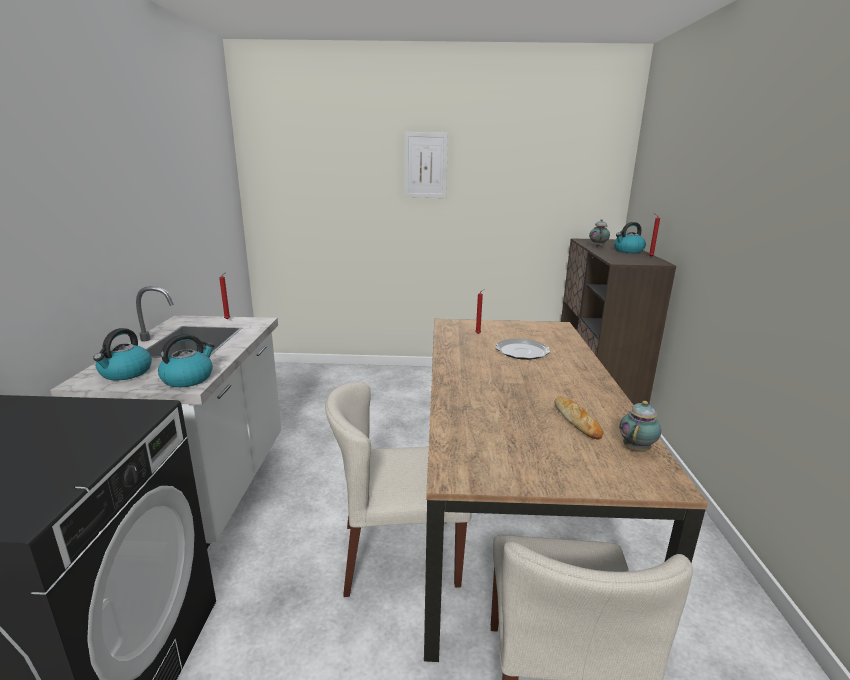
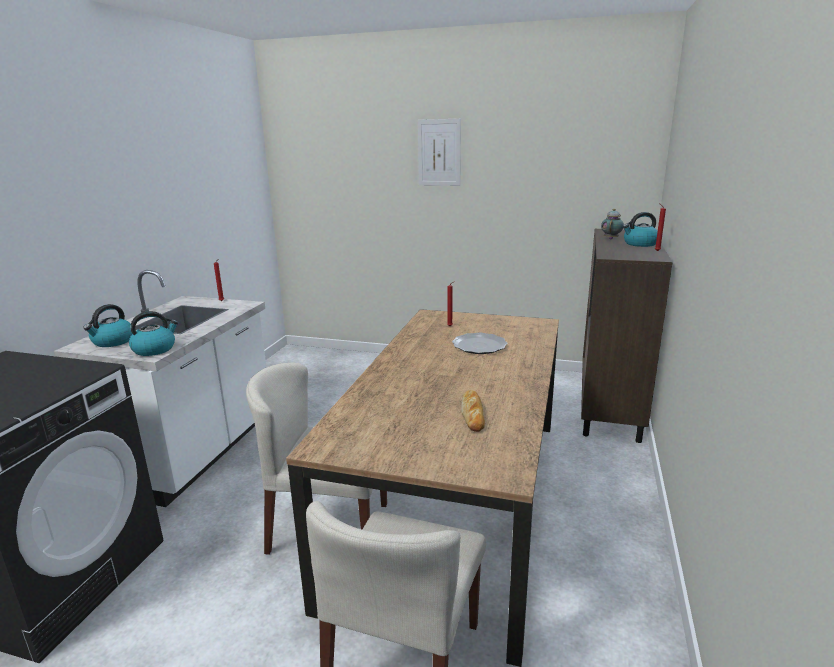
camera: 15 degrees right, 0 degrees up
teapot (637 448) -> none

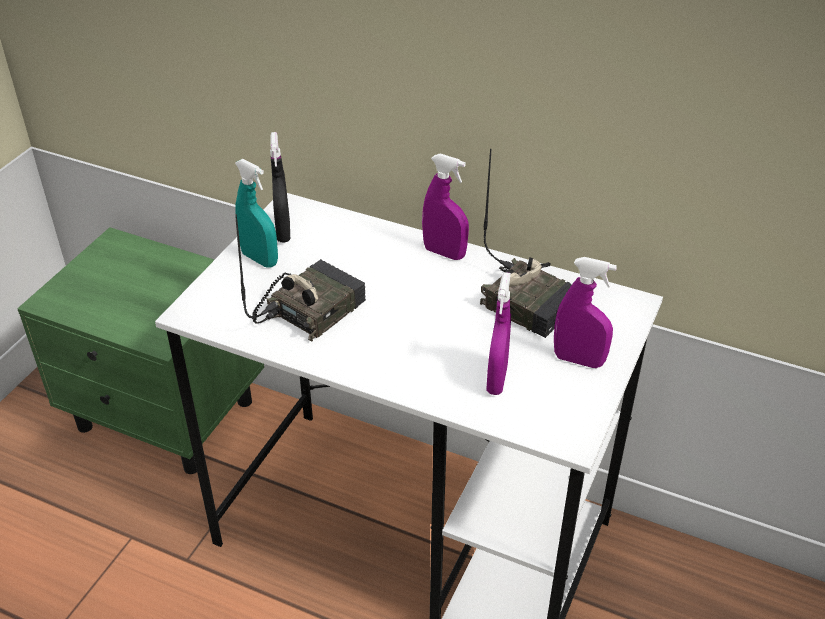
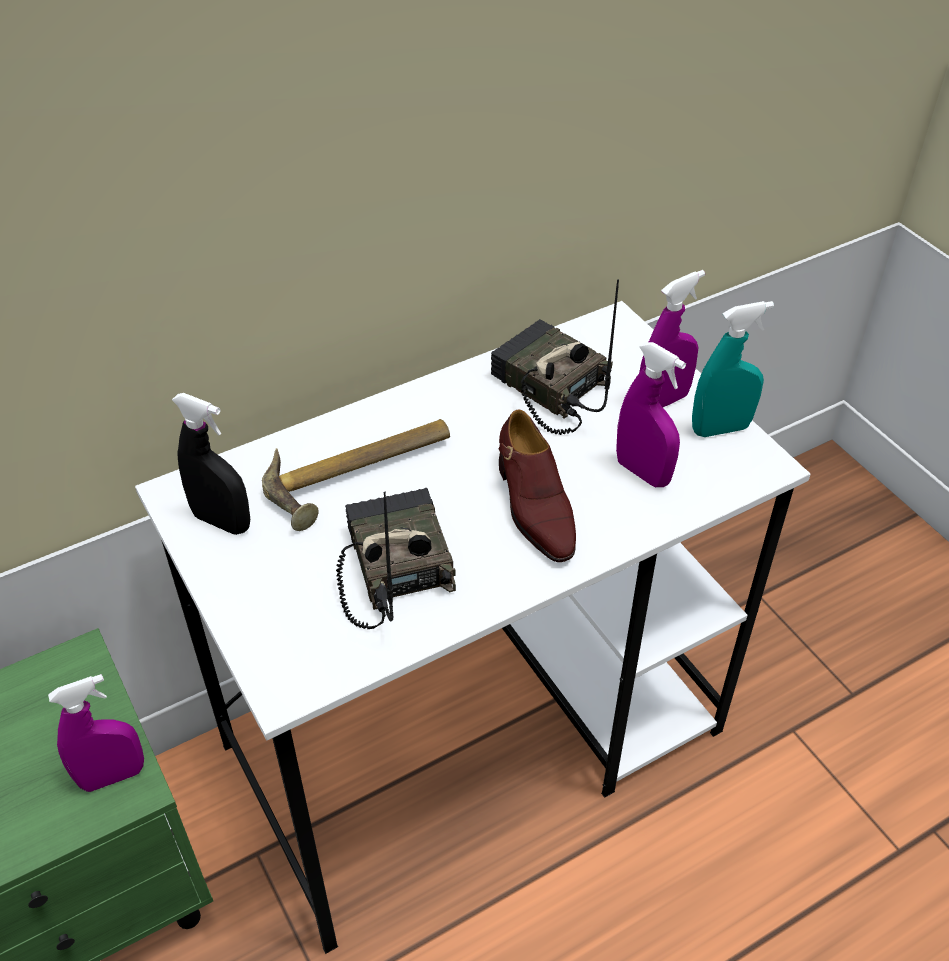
camera: 55 degrees left, 5 degrees up
spray bottle/turquoise (260 259) -> spray bottle/turquoise (720 429), moved
spray bottle/purple (444 253) -> spray bottle/purple (113 776), moved
radio (529 301) -> radio (547 387), 120 degrees counterclockwise
none -> hammer (361 474)
none -> shoe/brown (534 506)

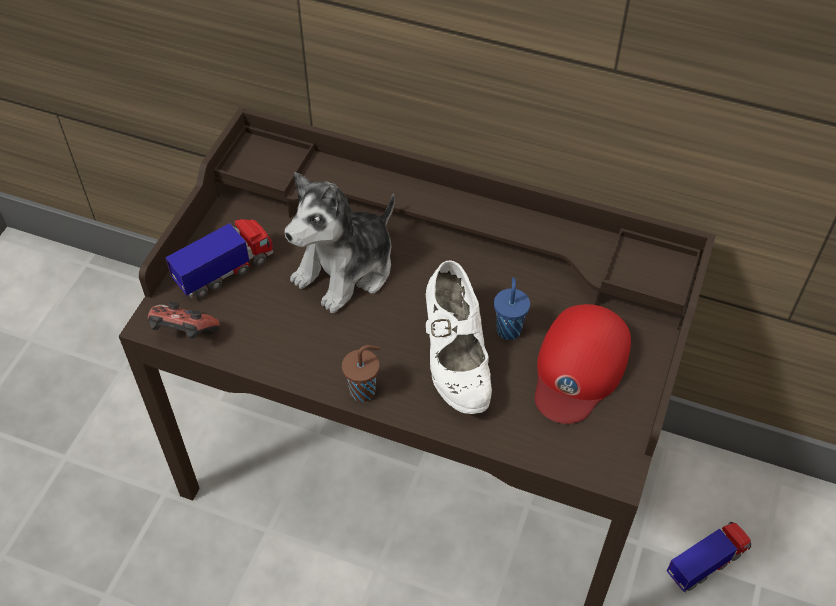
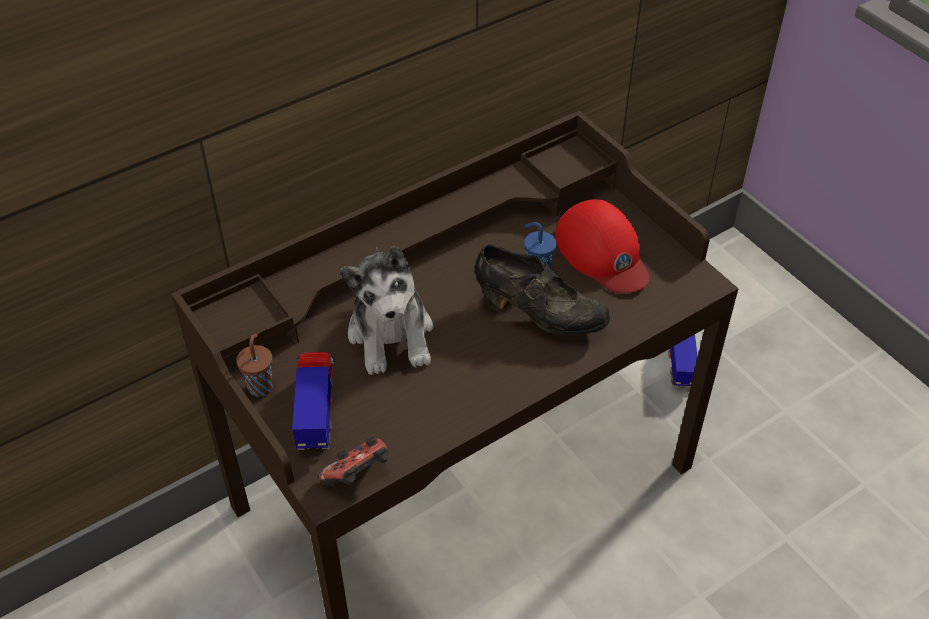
camera: 55 degrees left, 5 degrees down
cup/brown (364 390) -> cup/brown (260 386), moved
shoe/white (455 360) -> shoe/black (539 315)

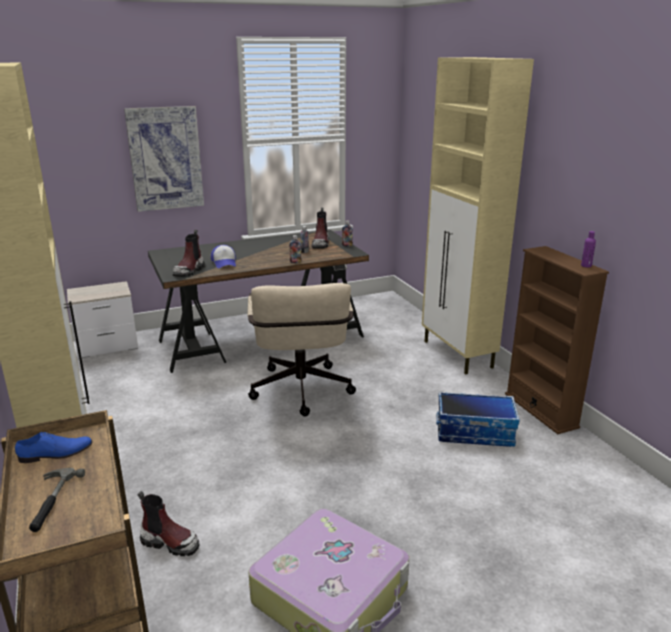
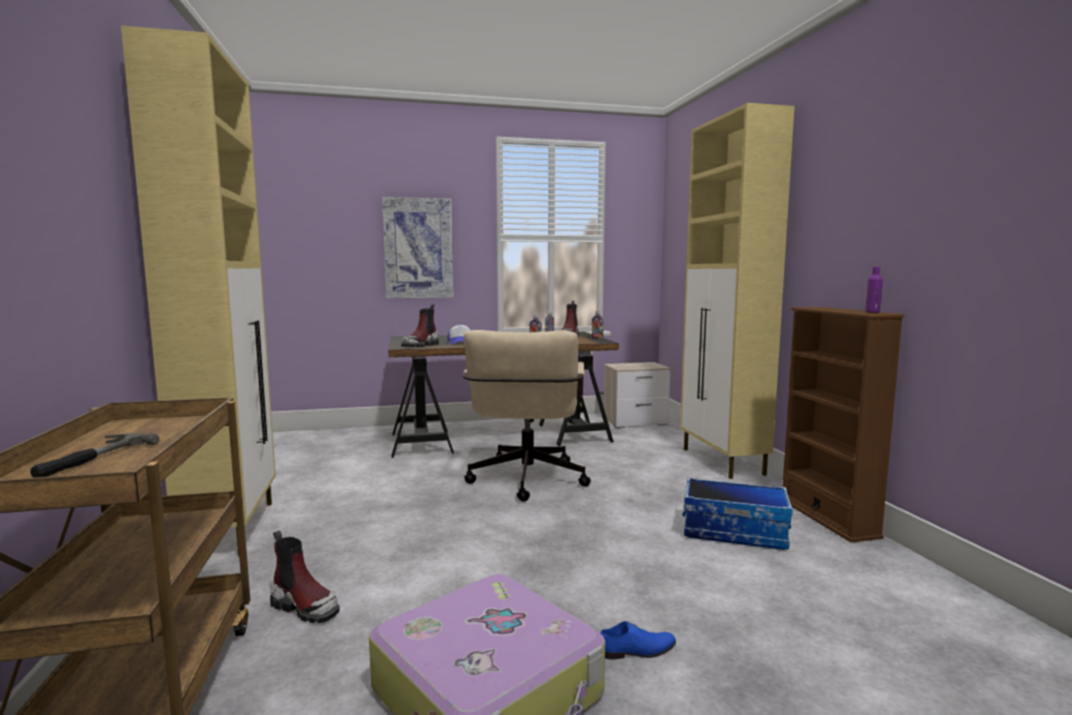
camera: 10 degrees right, 15 degrees down
shoe/blue (56 453) -> shoe/blue (637 650), moved
nightstand (108 346) -> nightstand (636 422), moved

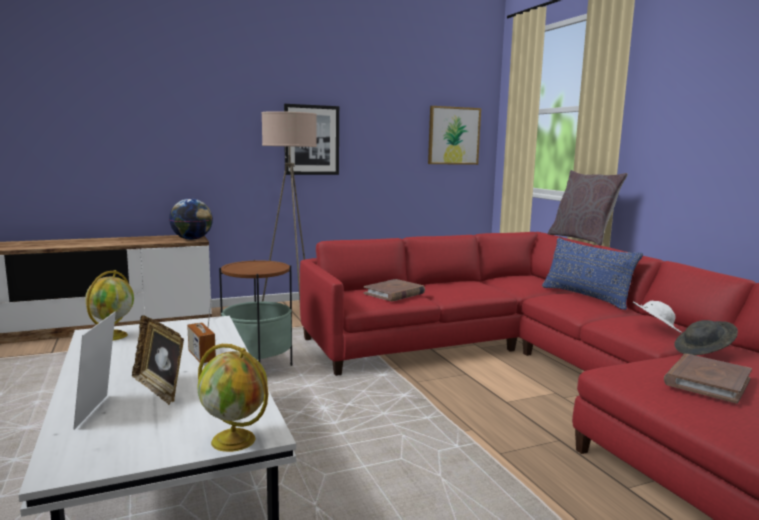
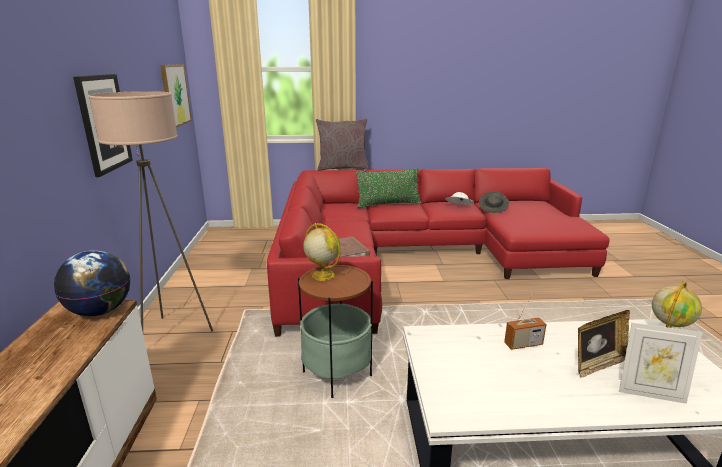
camera: 70 degrees left, 10 degrees up
globe (112 336) -> globe (322 275), moved
pillow/blue (585 297) -> pillow/green (388 204)
book/brown (707 381) -> none

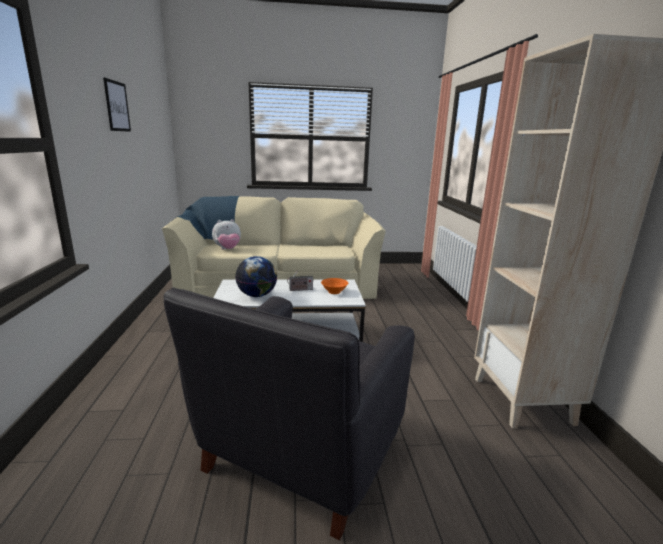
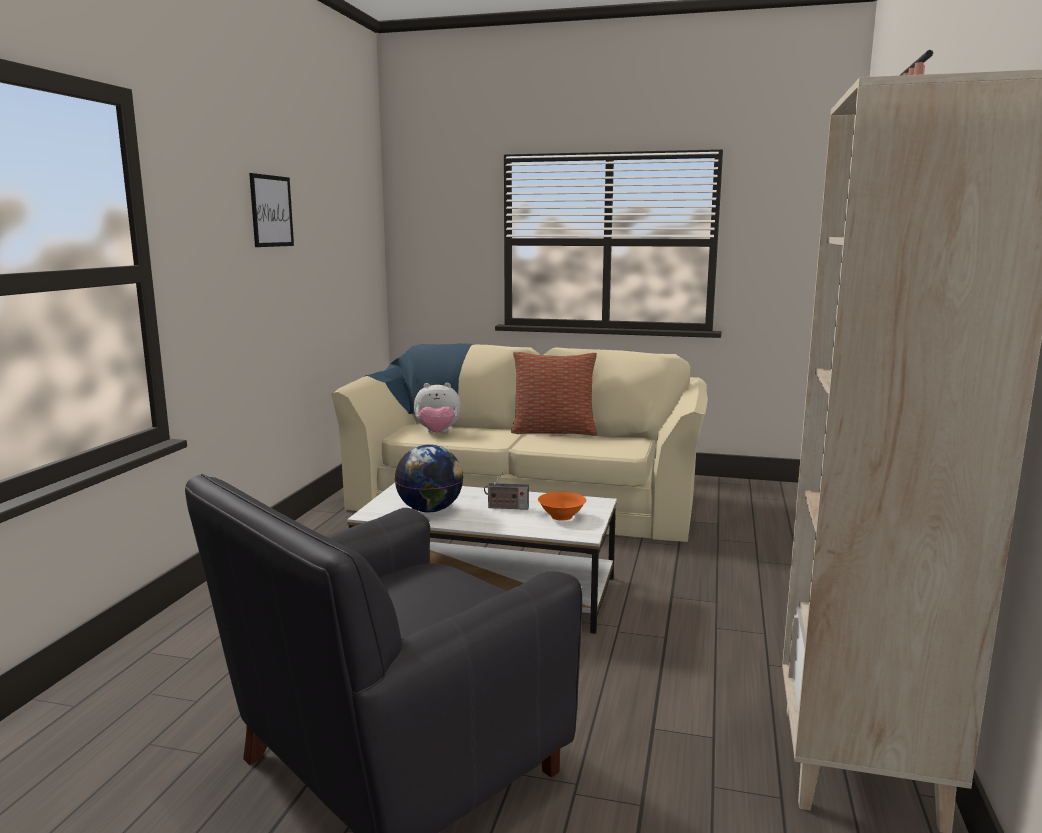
camera: 20 degrees right, 5 degrees down
none -> pillow (553 431)

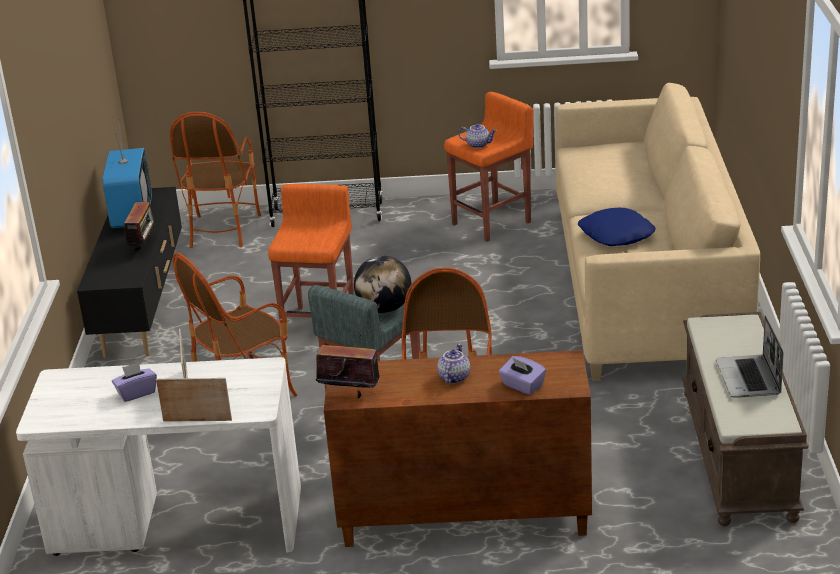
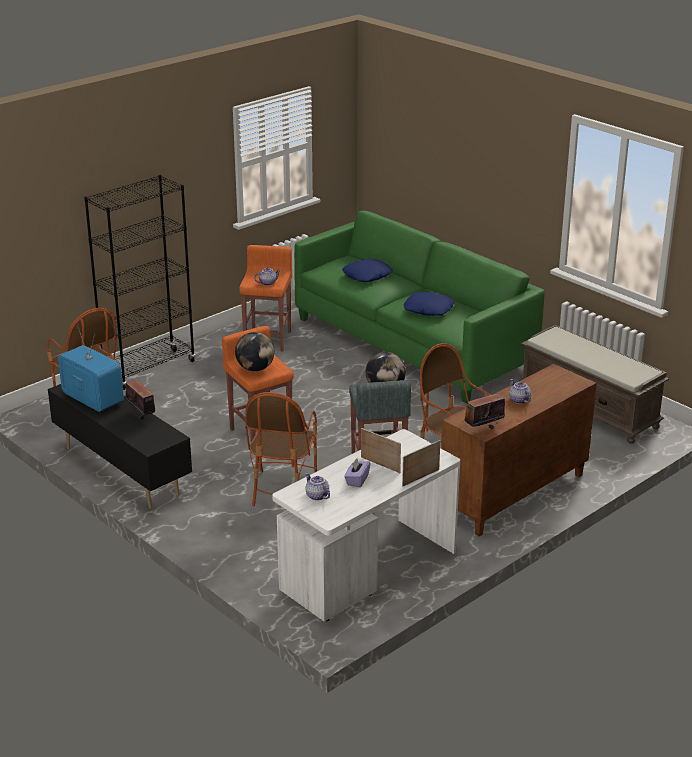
camera: 45 degrees left, 0 degrees up
tissue box/purple (522 386) -> none
sofa/beige (646 284) -> sofa/green (413 343)
laptop (749 378) -> none
none -> globe (255 368)
none -> teapot (316 496)
none -> pillow/blue (367 275)

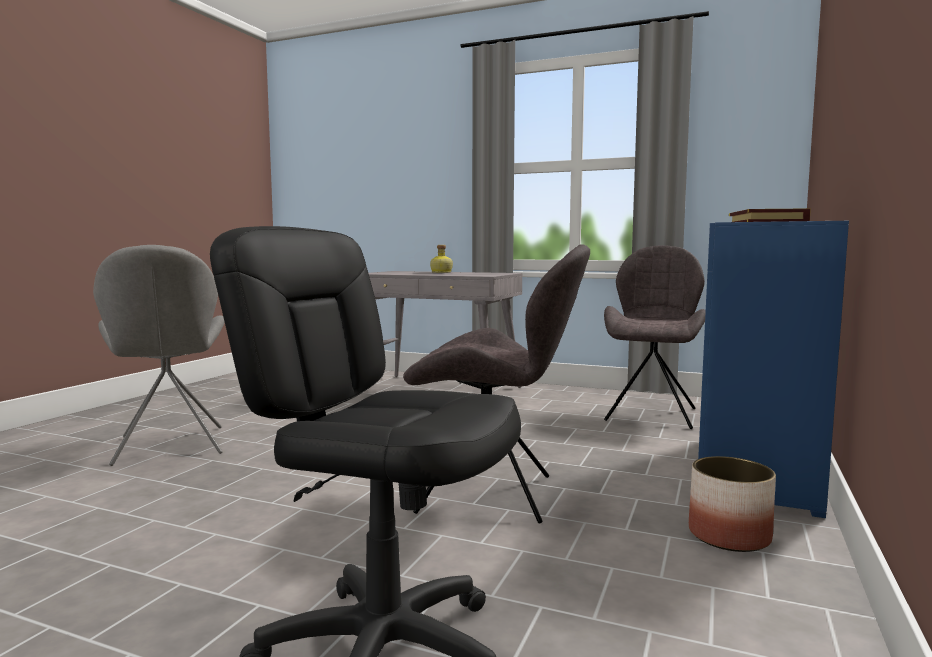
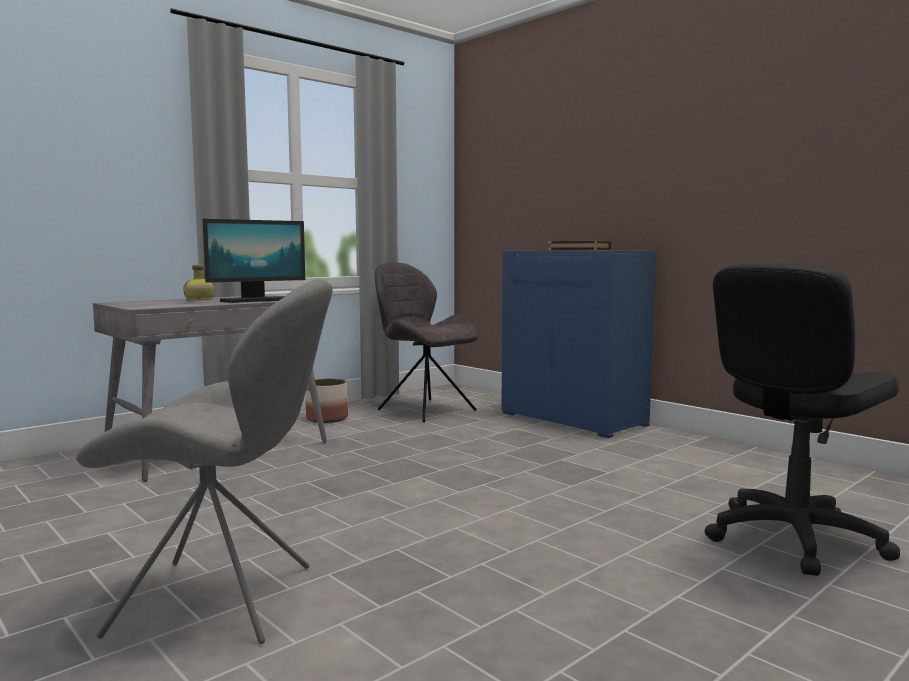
camera: 65 degrees left, 0 degrees up
chair/grey (492 495) -> none
planter (730 536) -> planter (327 418), moved
none -> monitor (257 300)

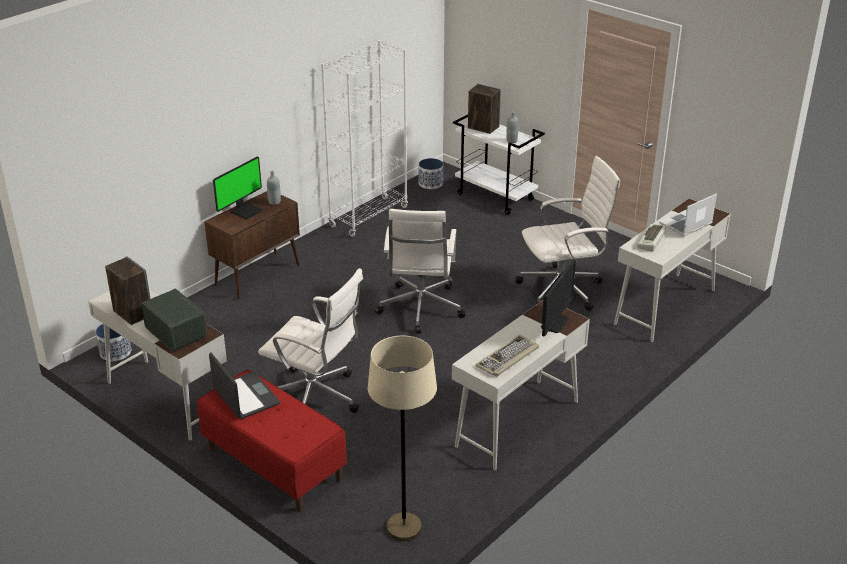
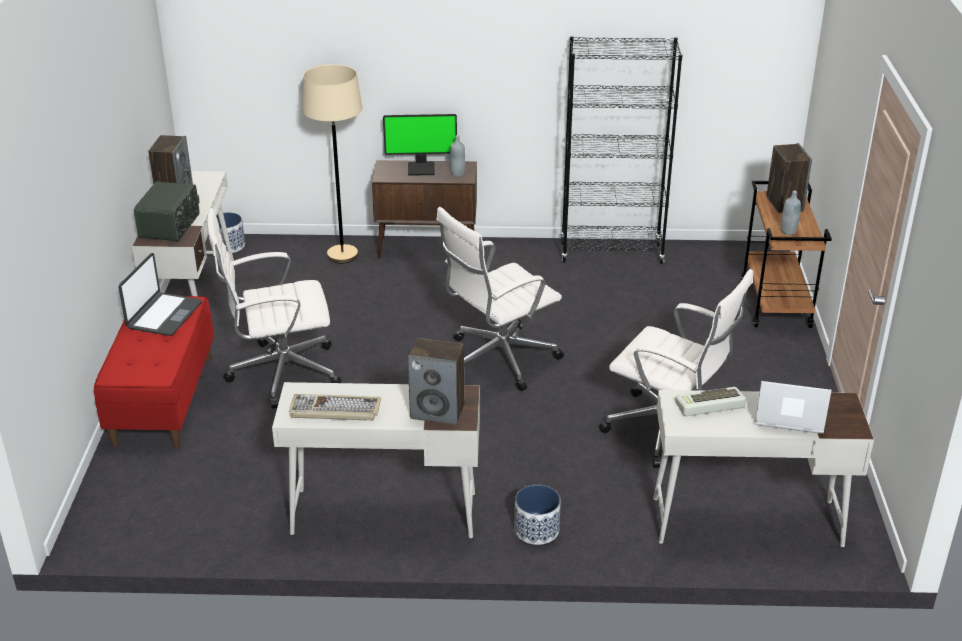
camera: 50 degrees right, 0 degrees up
office chair/white (315 399) -> office chair/white (281 373), 90 degrees clockwise
bookcase/white (369 217) -> bookcase/black (611 253)
floor lamp/beige (404 527) -> floor lamp/beige (342 255), moved
planter (430 183) -> planter (536 530), moved
cart/white (496 197) -> cart/brown (776 304)
monitor (554 323) -> speaker (438 411)

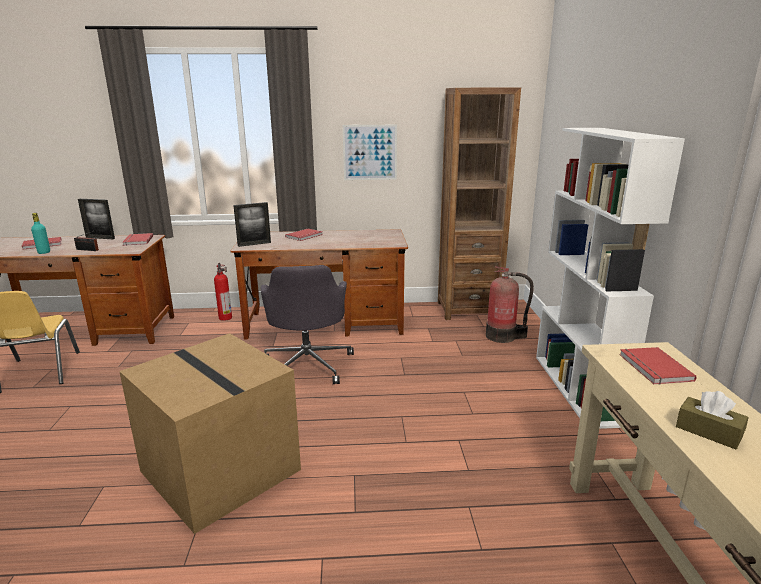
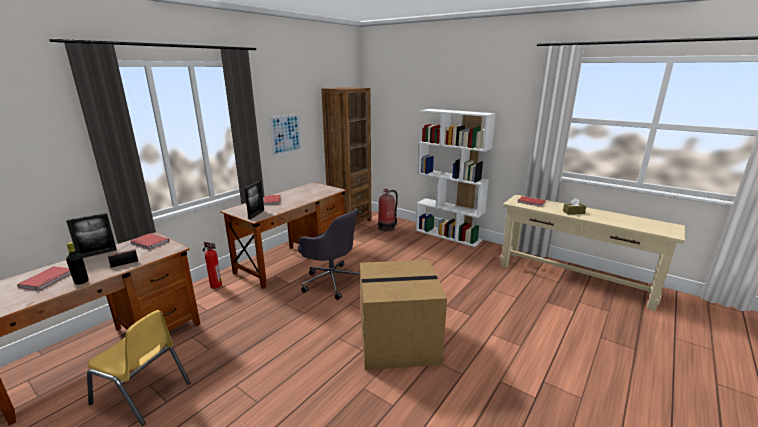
camera: 50 degrees left, 0 degrees up
bottle/turquoise (44 252) -> bottle/black (81 281)

